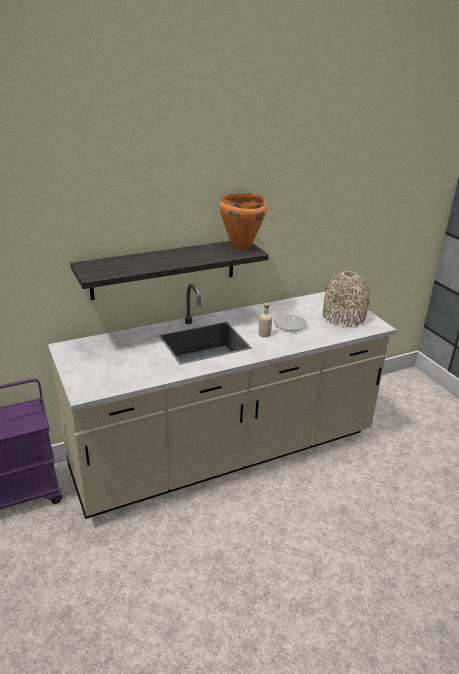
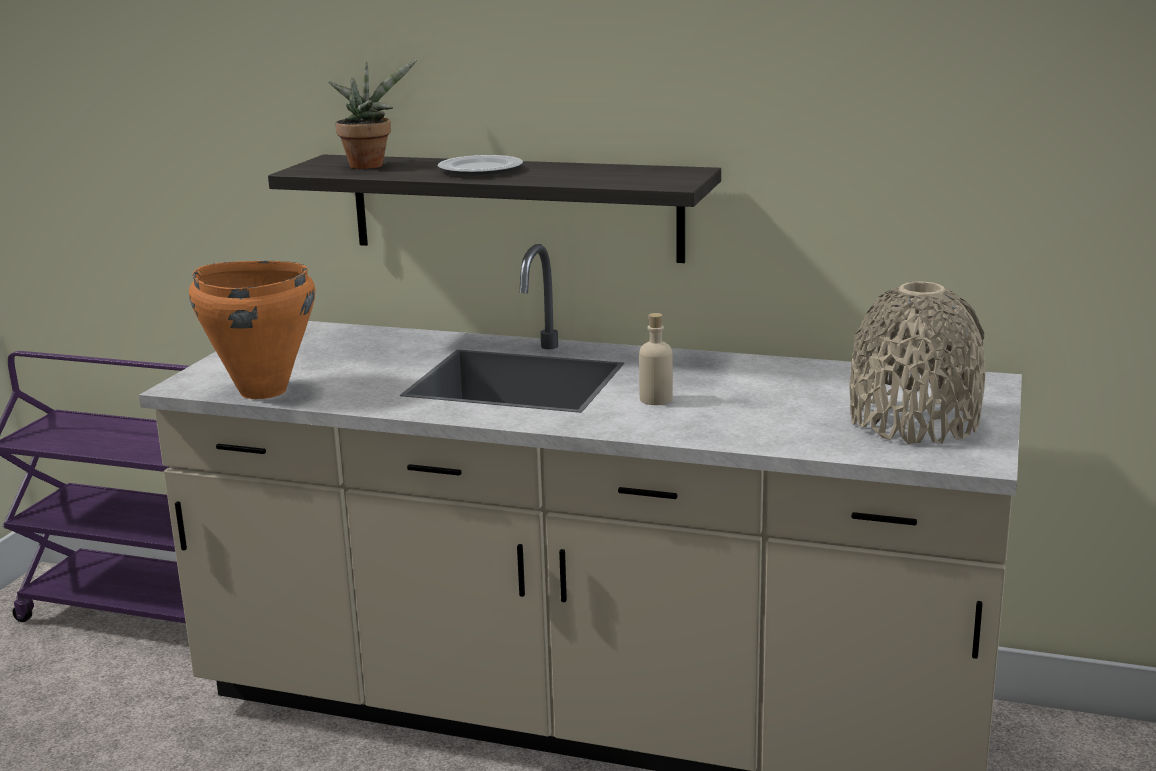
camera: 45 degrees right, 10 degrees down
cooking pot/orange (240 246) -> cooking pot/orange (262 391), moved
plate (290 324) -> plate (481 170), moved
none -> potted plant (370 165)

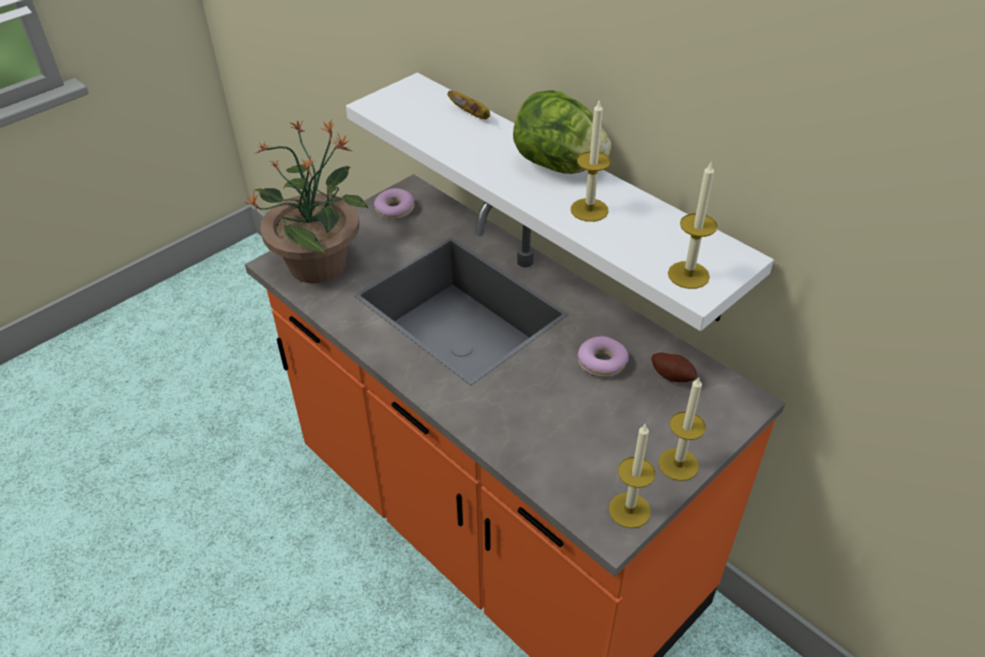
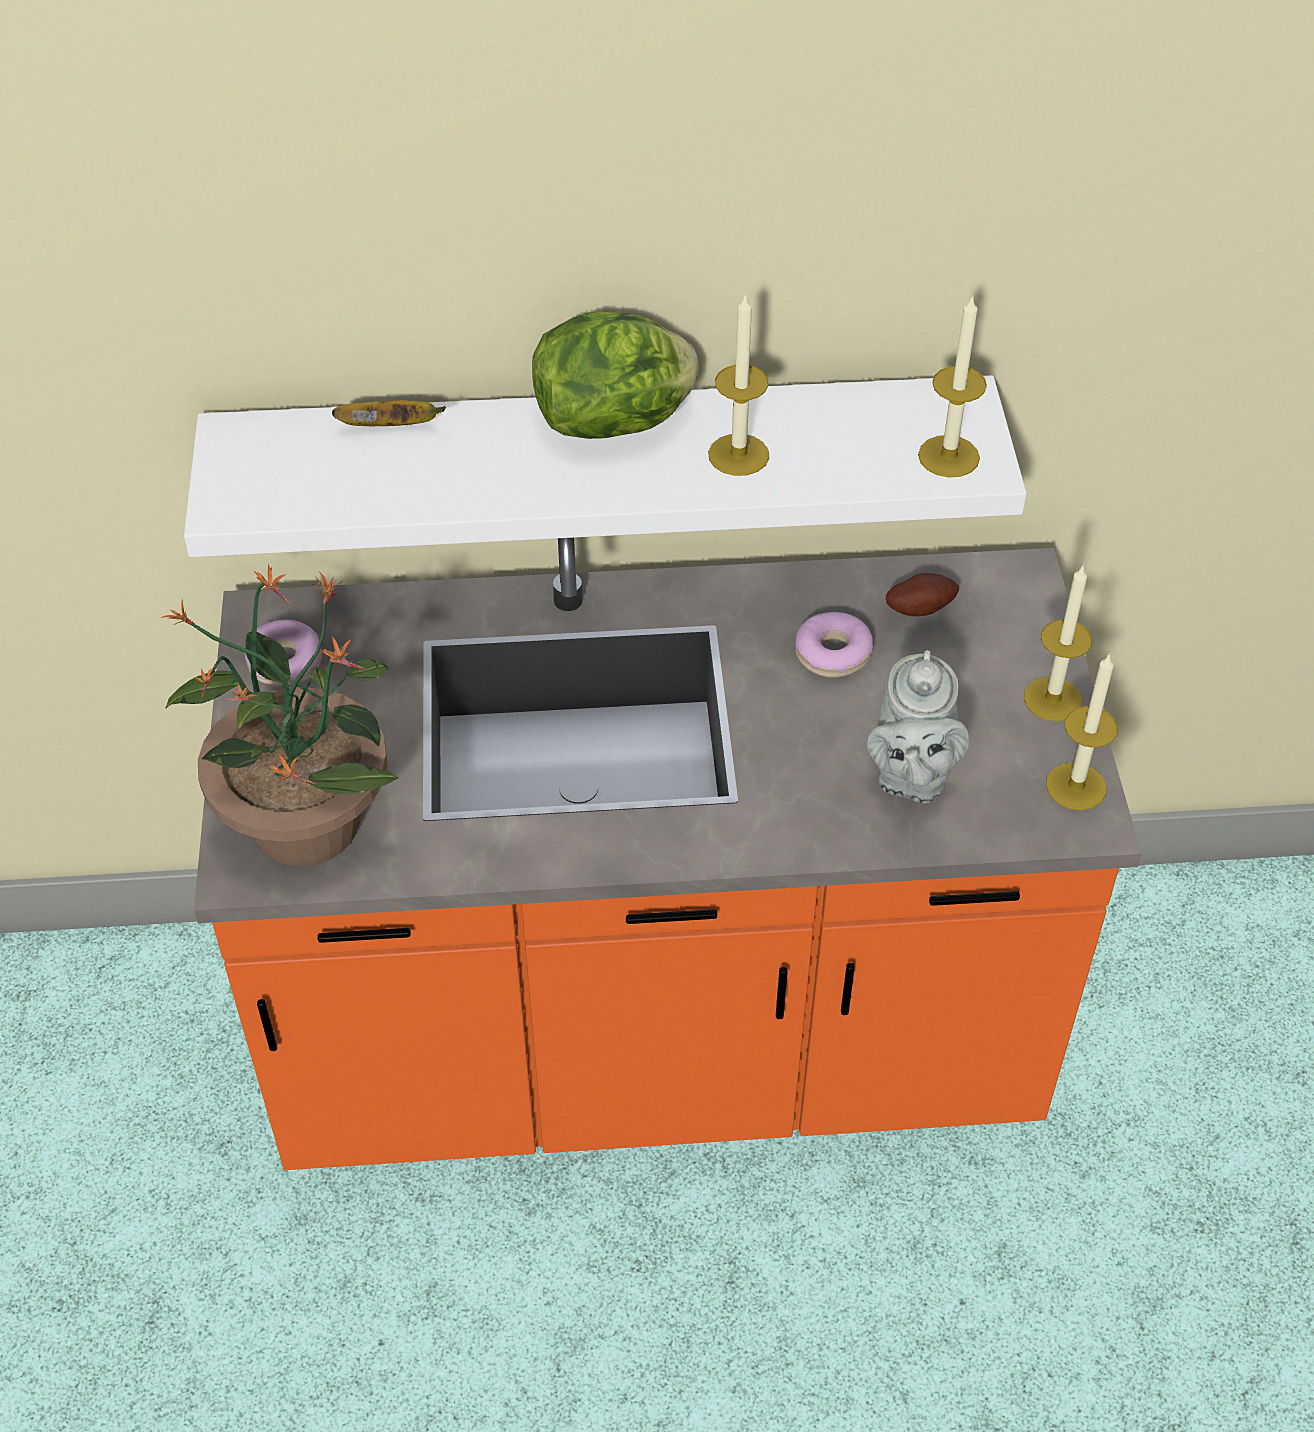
camera: 50 degrees left, 5 degrees up
none -> teapot/grey (910 775)

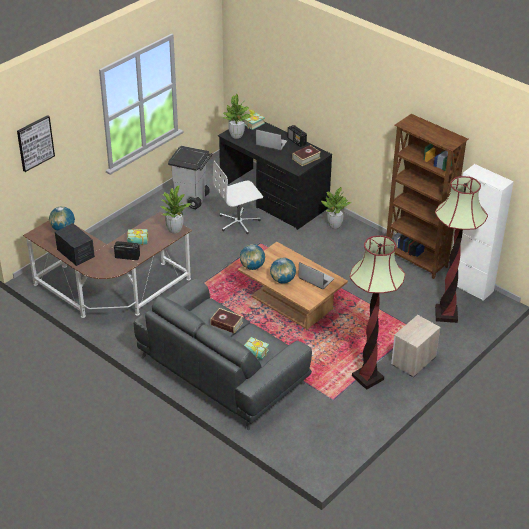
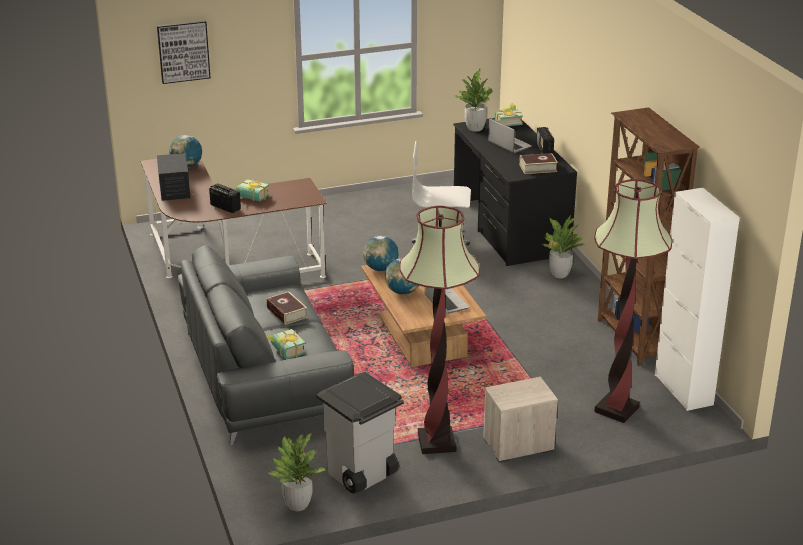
camera: 30 degrees right, 10 degrees down
potted plant (174 229) -> potted plant (298 505), moved
trash can/grey (192 200) -> trash can/grey (361 475), moved

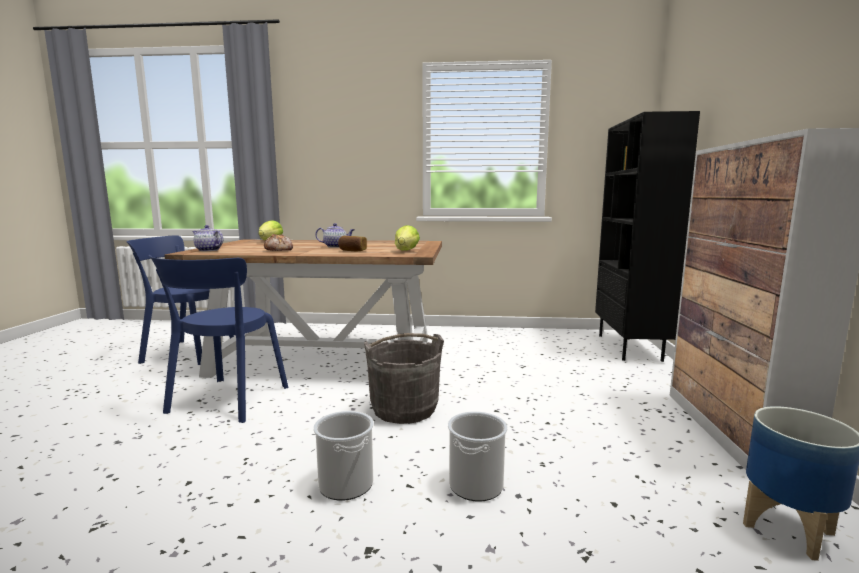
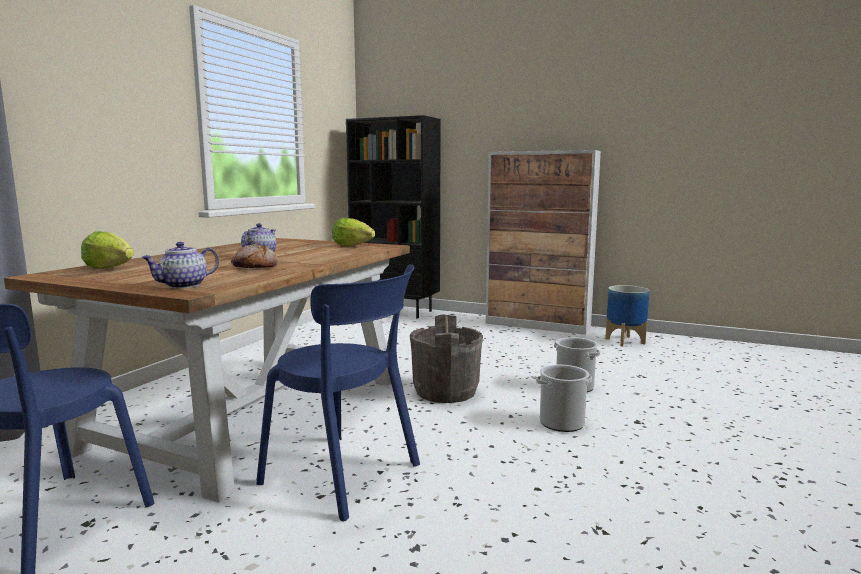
camera: 70 degrees left, 0 degrees up
bread (352 250) -> none

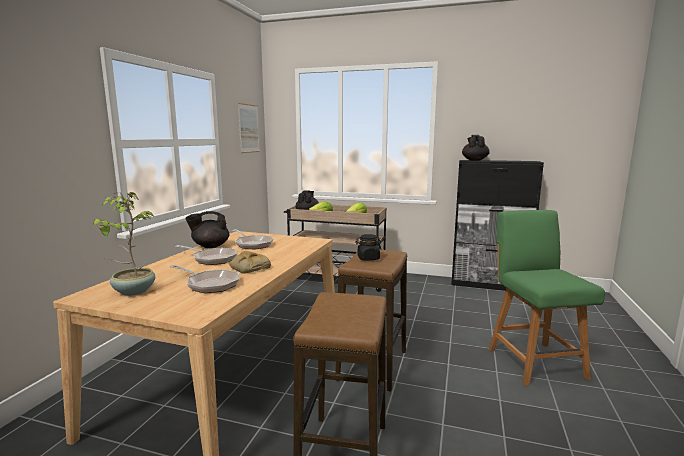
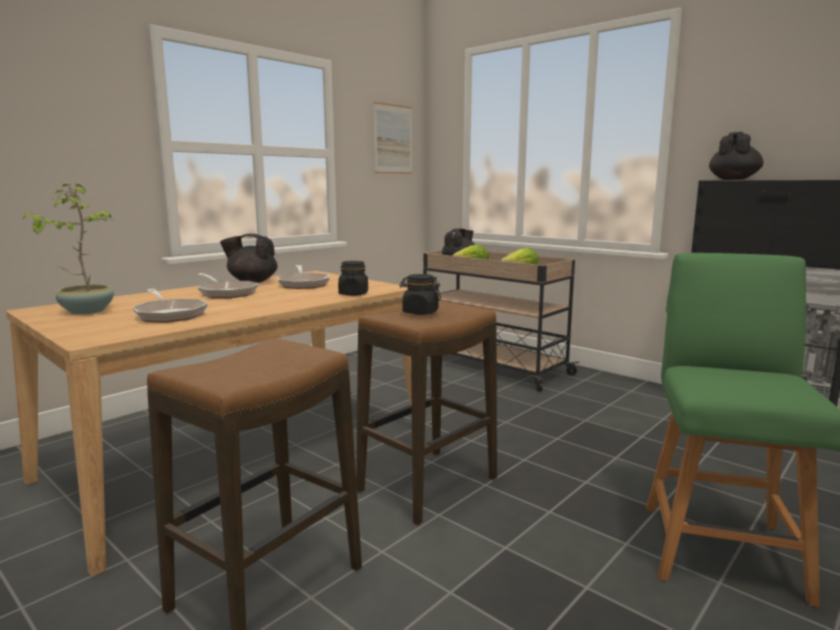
camera: 25 degrees right, 0 degrees up
bread (249 267) -> none
none -> jar/black (353 294)

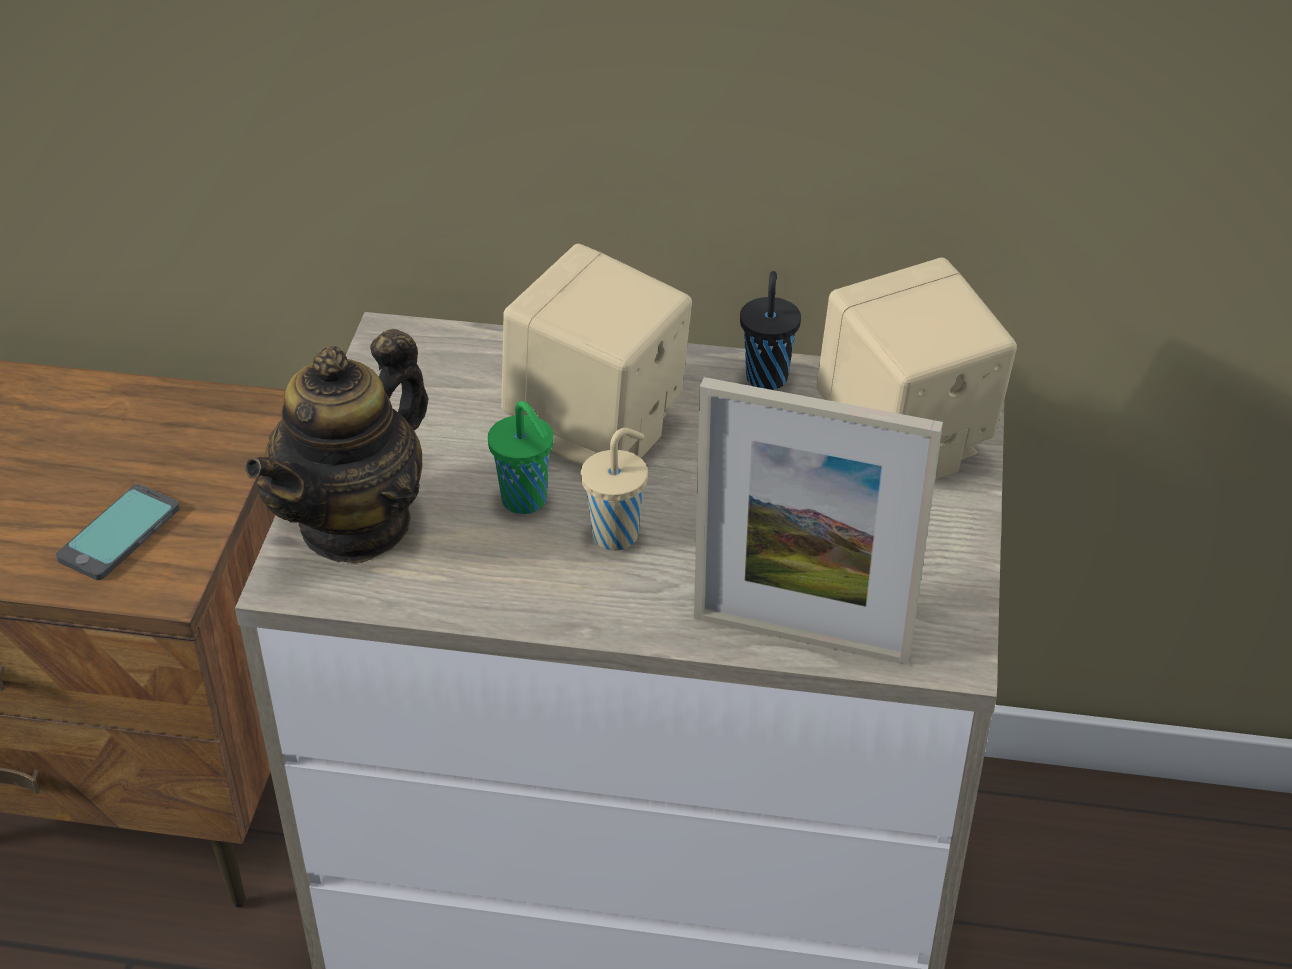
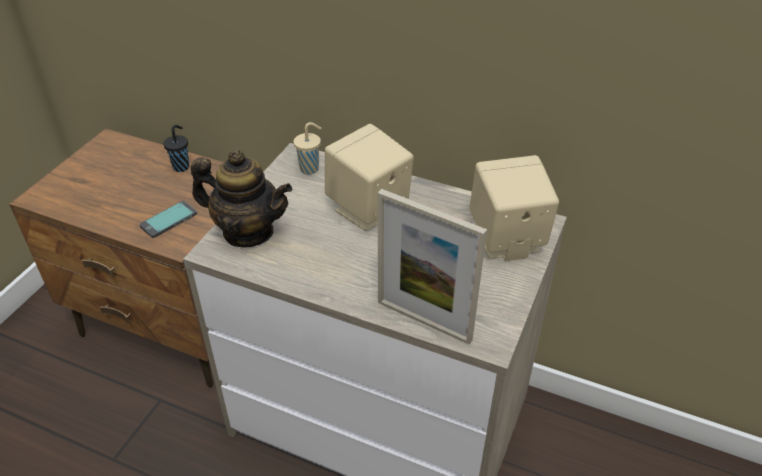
camera: 15 degrees right, 0 degrees up
teapot (356 523) -> teapot (248 232), 120 degrees counterclockwise
cup/green (526 501) -> none
cup/beige (617 534) -> cup/beige (310 169), moved
cup/black (767 376) -> cup/black (182 166), moved

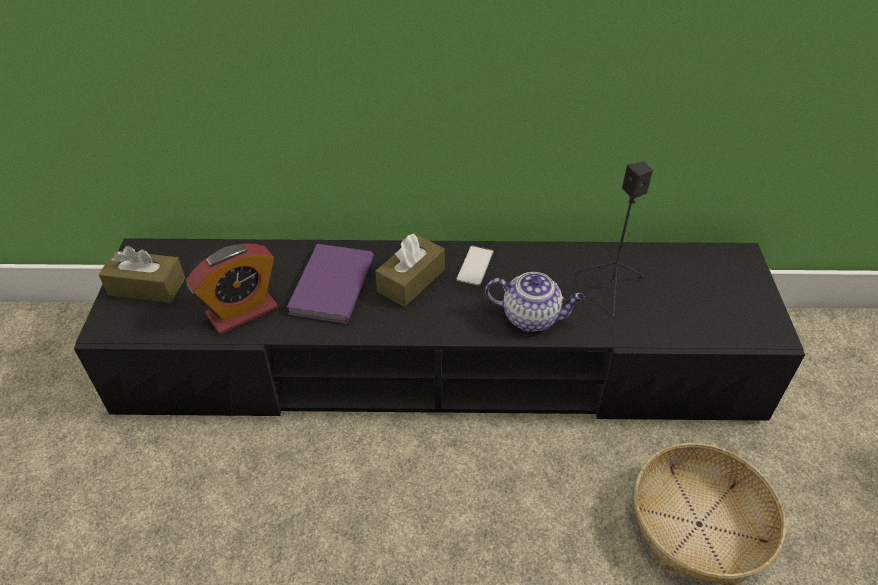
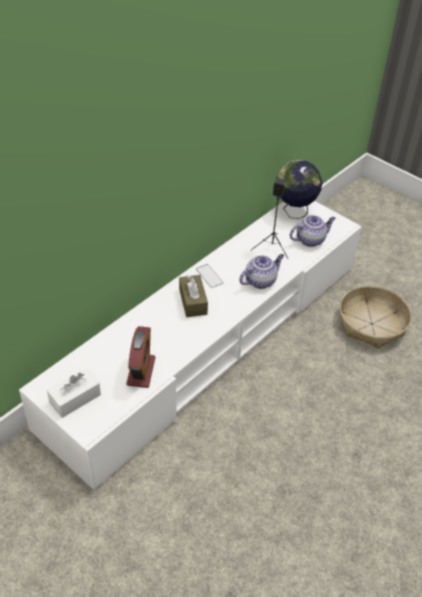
camera: 50 degrees left, 0 degrees up
tv stand/black (440 363) -> tv stand/white (209 341)
tissue box/brown (147 286) -> tissue box/white (75 398)
book/purple (329 286) -> none
none -> globe (294 212)
none -> teapot (310 239)

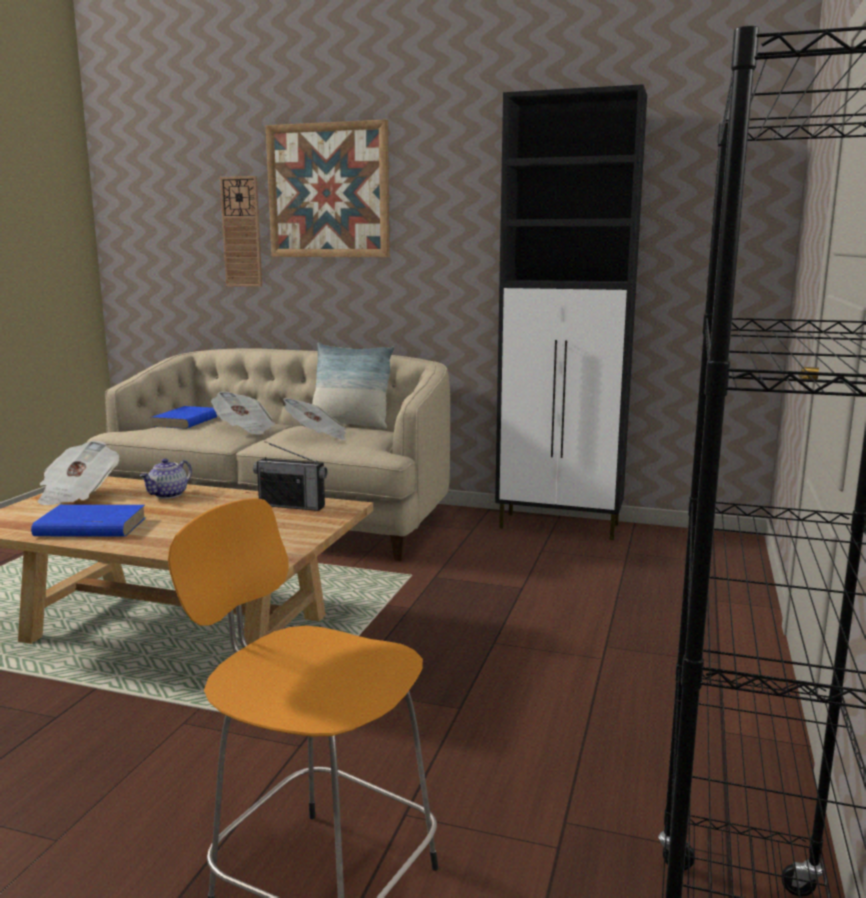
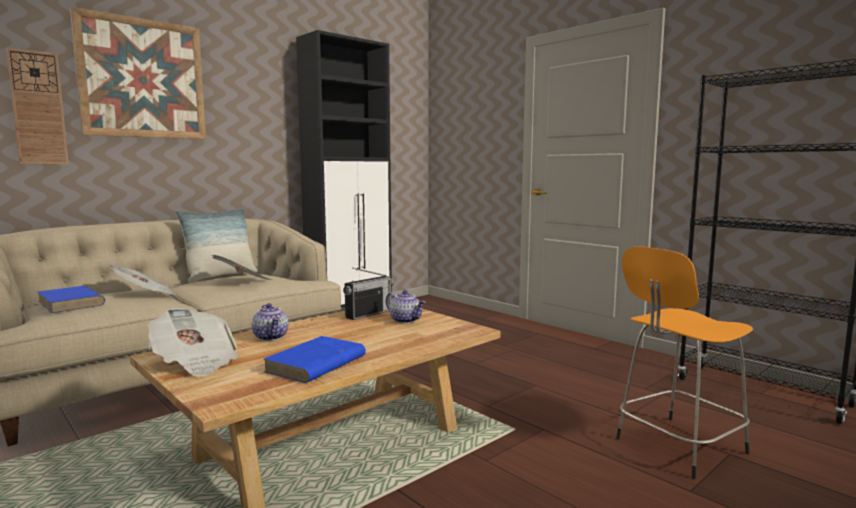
camera: 60 degrees left, 5 degrees down
none -> teapot (406 320)

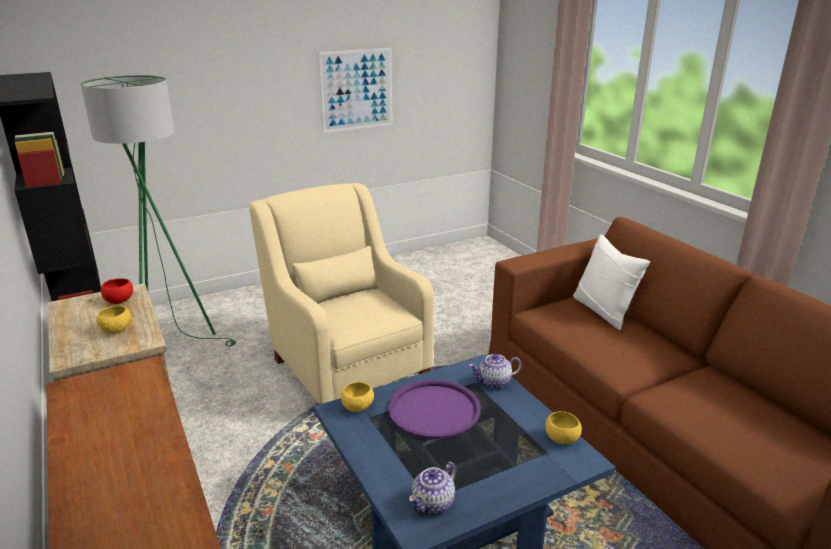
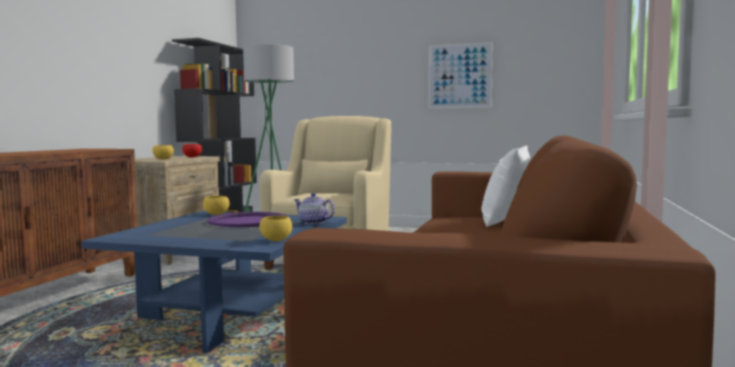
camera: 45 degrees right, 20 degrees down
teapot (433 504) -> none

